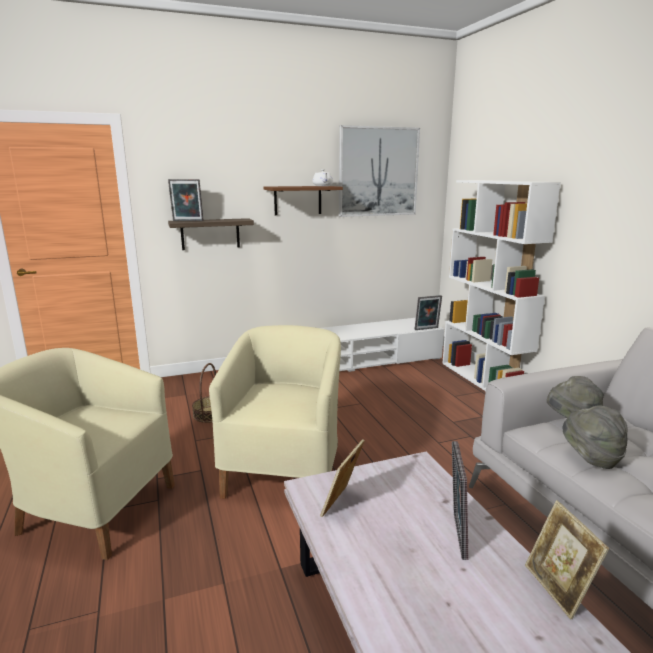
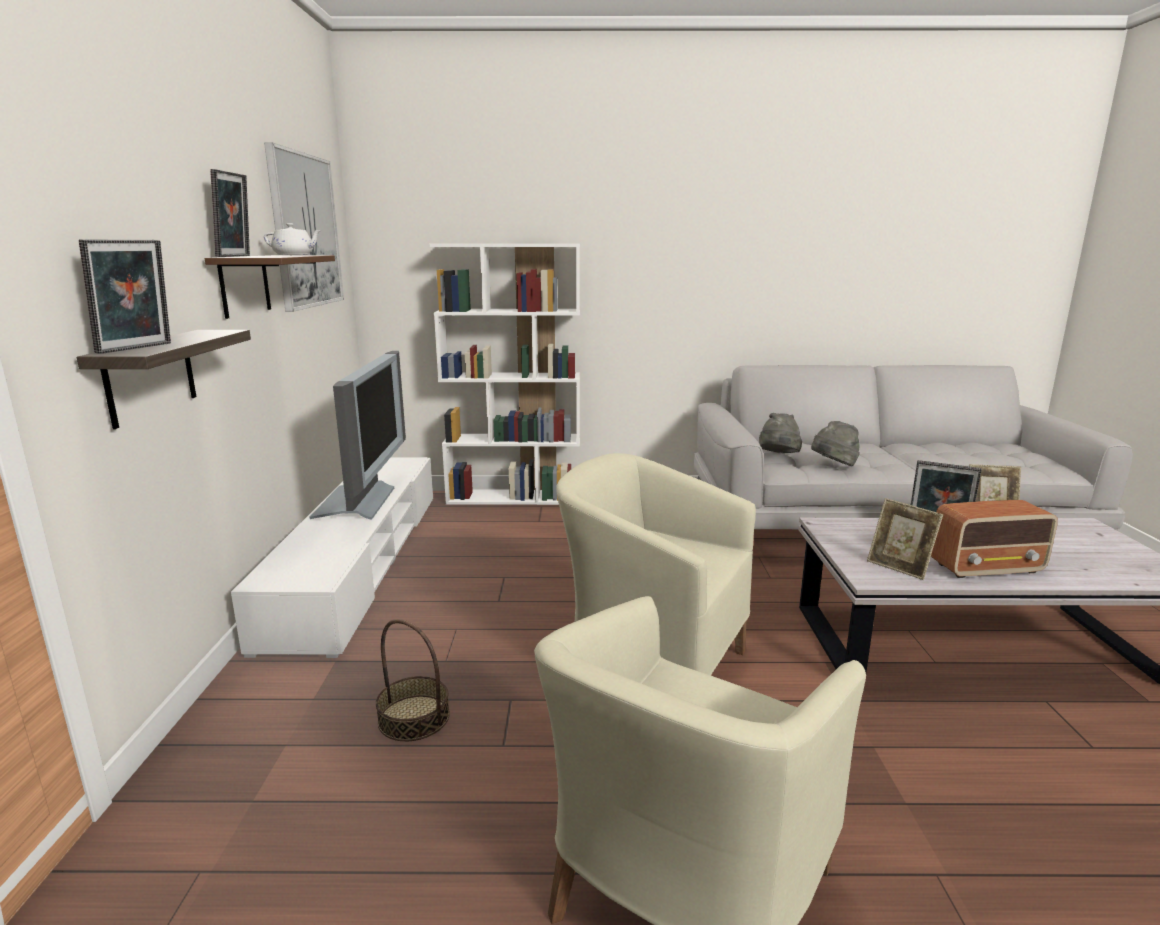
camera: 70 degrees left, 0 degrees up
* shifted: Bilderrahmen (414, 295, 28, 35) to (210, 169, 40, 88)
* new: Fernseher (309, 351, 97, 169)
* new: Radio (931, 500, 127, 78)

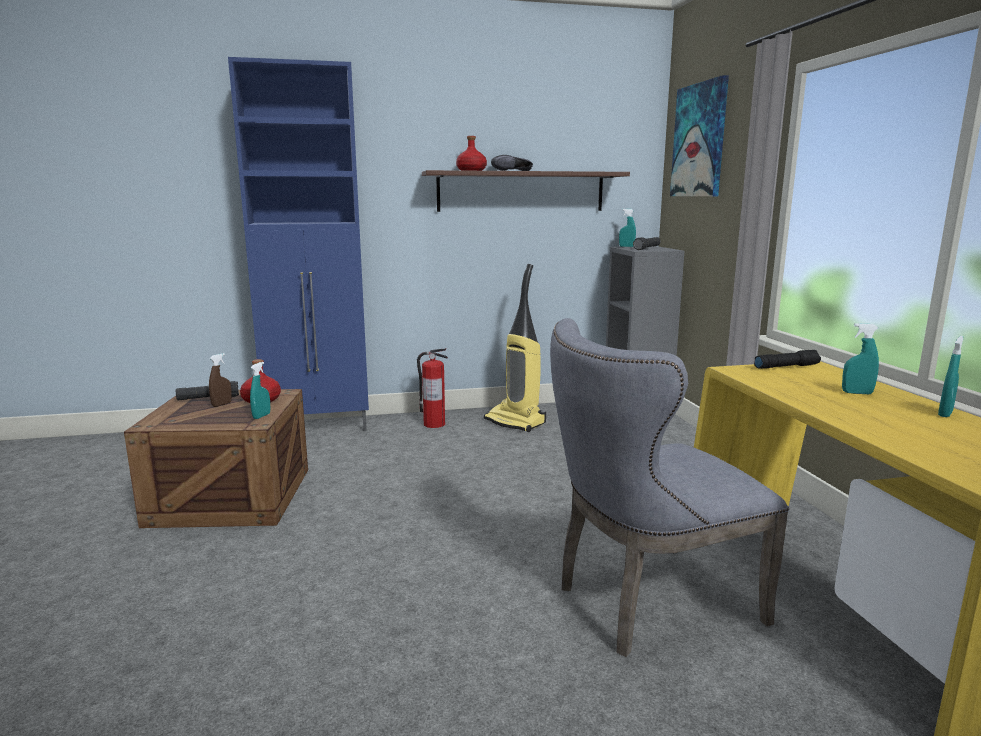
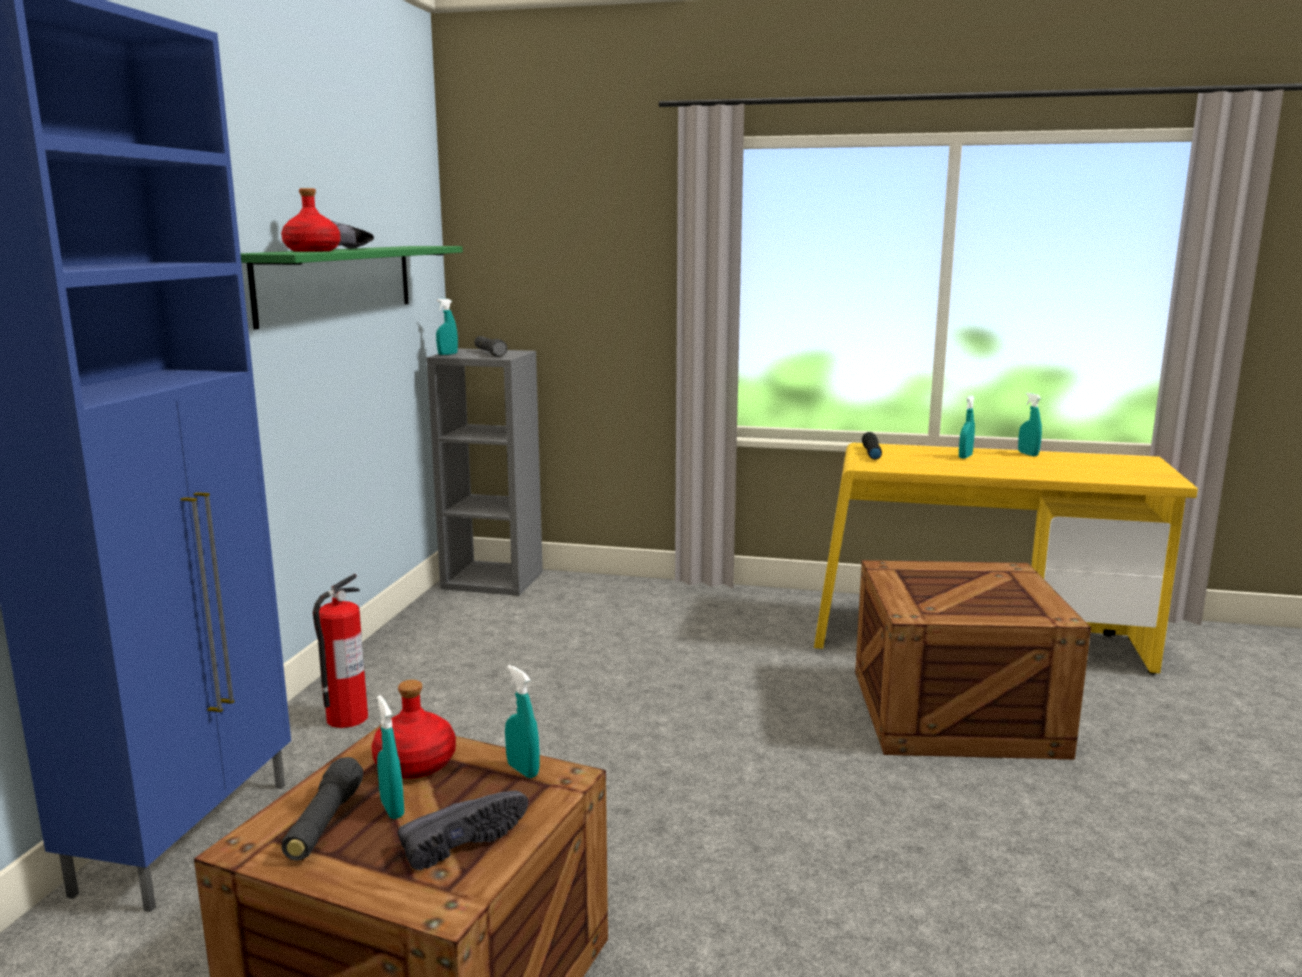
camera: 65 degrees left, 0 degrees up
* gone: Bild (670, 75, 59, 122)
* repainted: Wandregal (braun) (422, 170, 208, 42) to Wandregal (grün) (240, 246, 223, 84)
* gone: Staubsauger (484, 264, 62, 168)
* swapped: Stuhl (grau) (550, 318, 239, 339) to Kiste (855, 560, 236, 200)
* repainted: Sprühflasche (braun) (209, 353, 23, 54) to Sprühflasche (türkis) (377, 695, 27, 124)
* new: Schuh (schwarz) (398, 790, 130, 80)

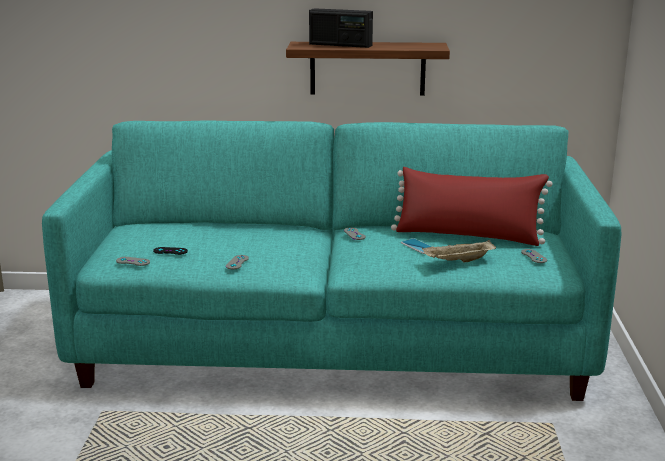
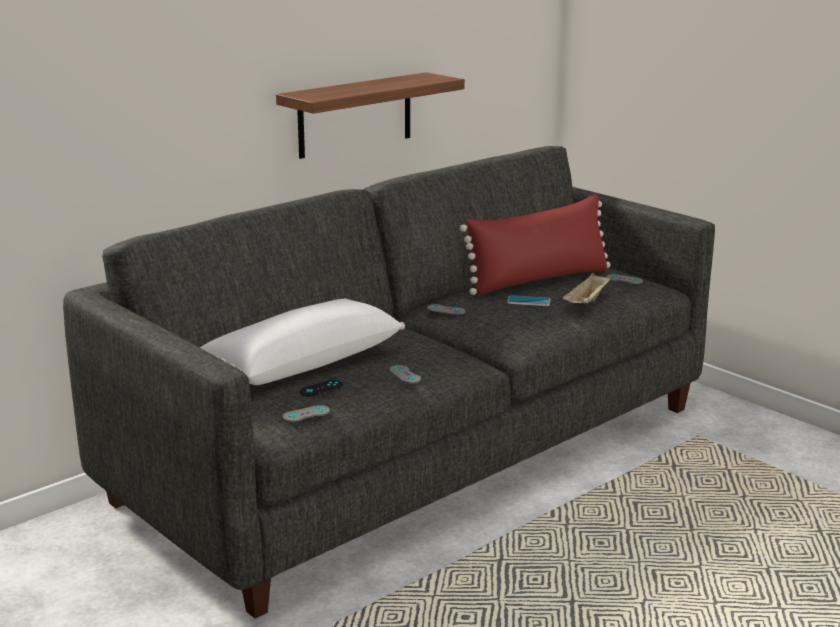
camera: 45 degrees left, 0 degrees up
* gone: Radio (309, 8, 64, 40)
* repainted: Sofa (türkis) (42, 120, 579, 281) to Sofa (grau) (63, 146, 652, 472)
* new: Kissen (weiß) (200, 299, 205, 86)

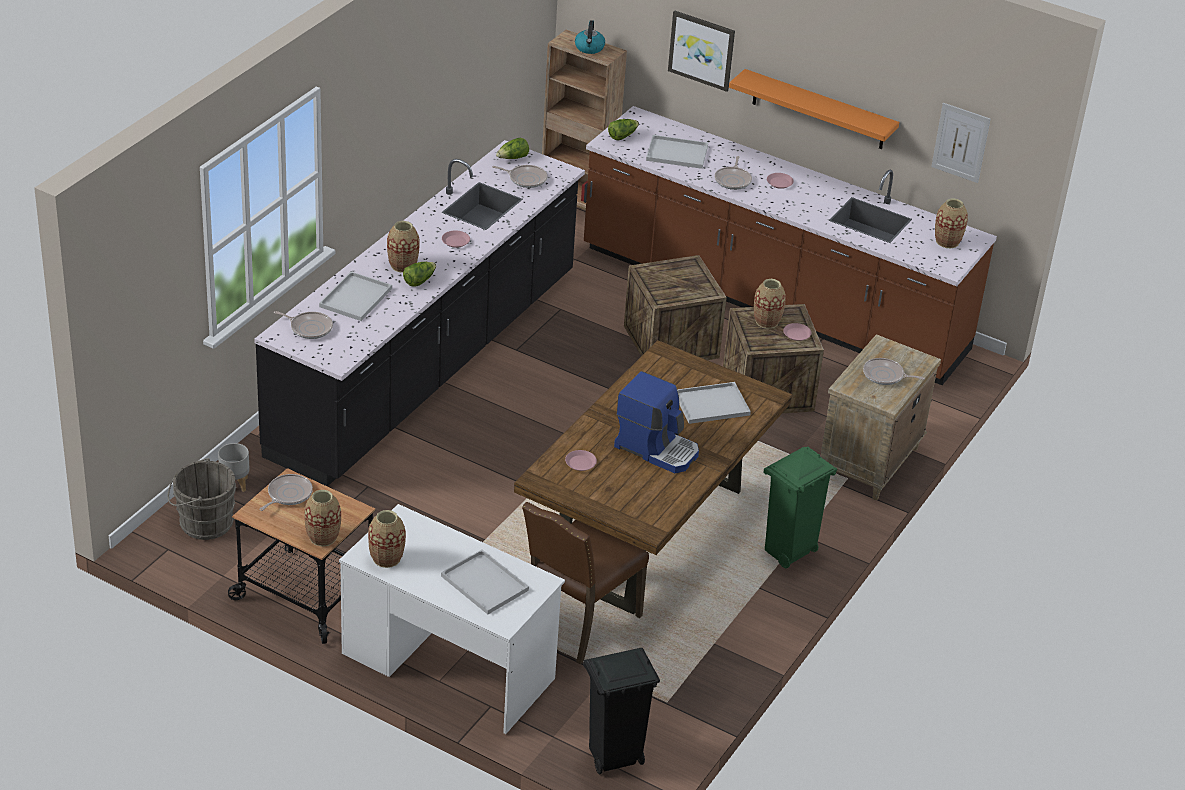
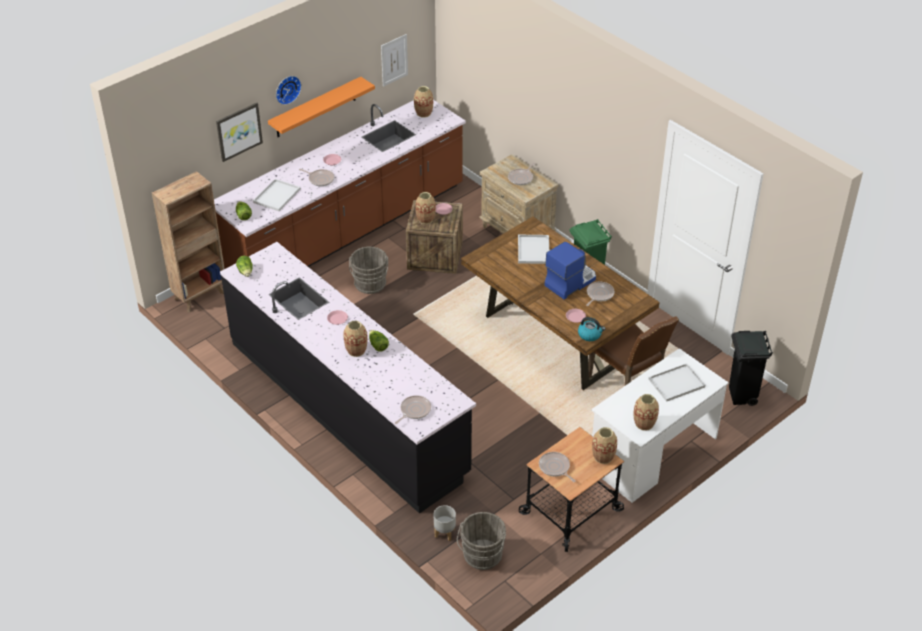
camera: 70 degrees left, 5 degrees up
* shifted: Wasserkessel (575, 20, 30, 34) to (578, 317, 27, 24)
* shifted: Pfanne (492, 165, 55, 23) to (586, 282, 28, 24)
* swapped: Kiste (624, 255, 103, 105) to Eimer (grau) (349, 246, 39, 48)
* gone: Tablett (weiß) (319, 272, 73, 49)
* new: Wanduhr (276, 76, 25, 29)

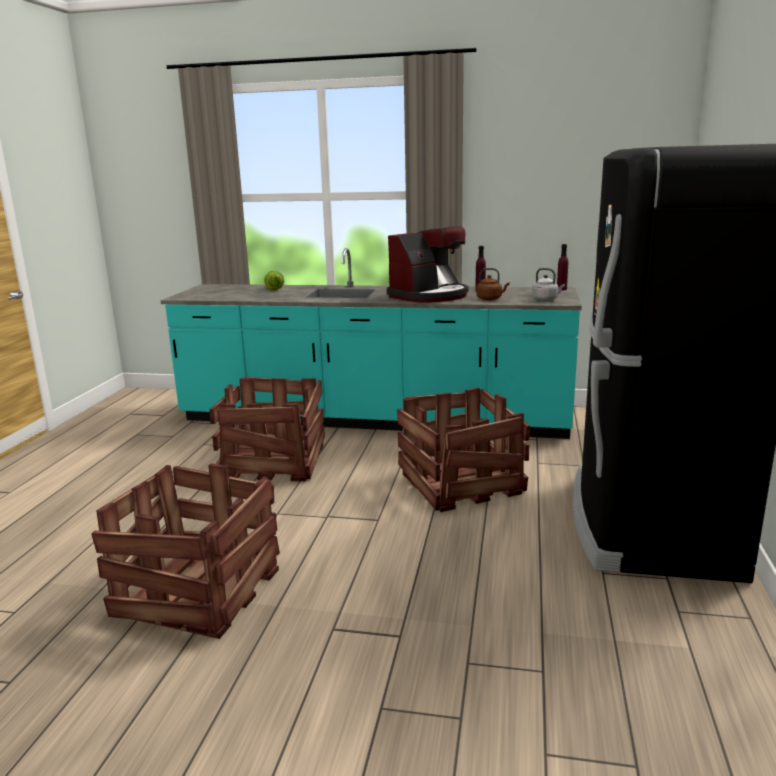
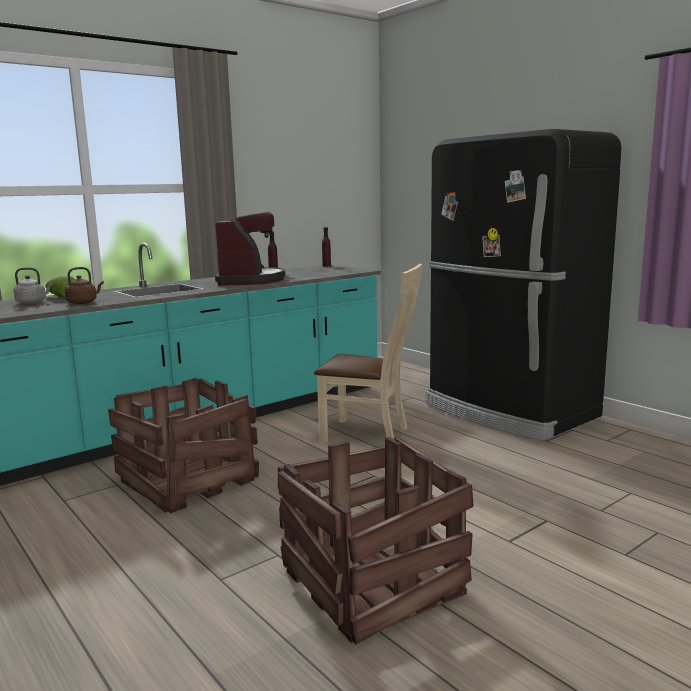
camera: 50 degrees left, 5 degrees down
* shifted: Wasserkessel (braun) (476, 268, 34, 32) to (65, 267, 39, 37)
* shifted: Wasserkessel (grau) (532, 268, 33, 33) to (14, 267, 39, 37)
* swapped: Kiste (397, 388, 134, 124) to Stuhl (beige) (314, 264, 108, 179)

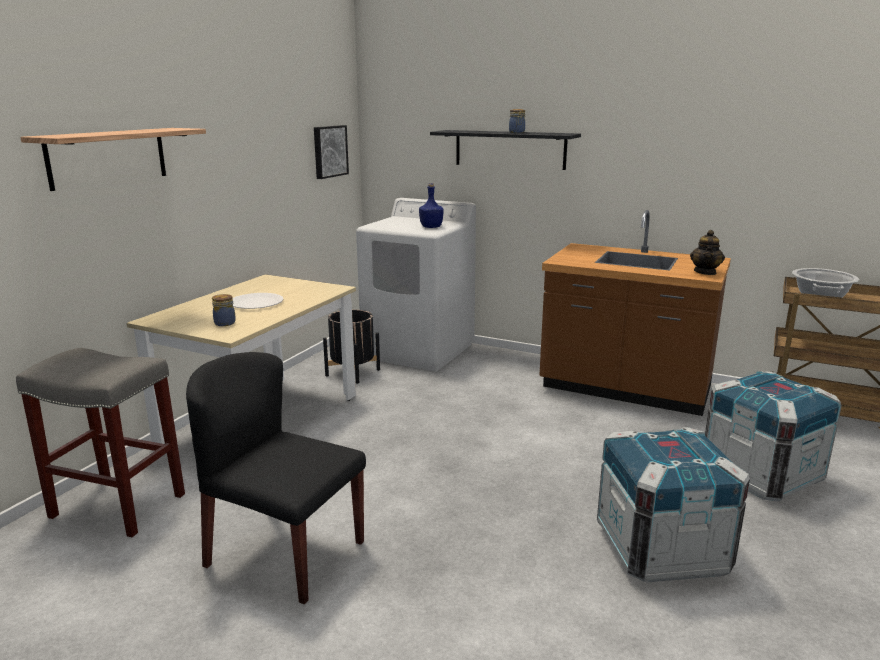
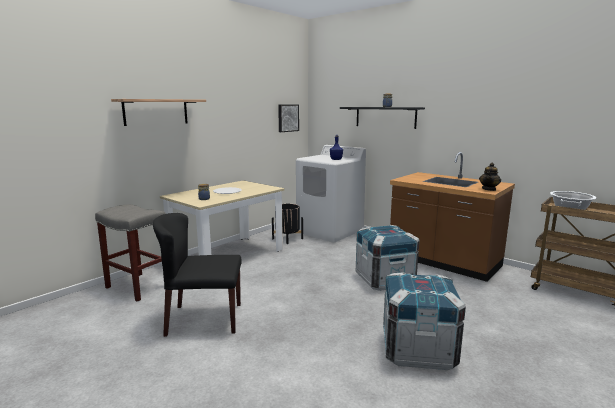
camera: 15 degrees right, 5 degrees down
* rotated: Stuhl (schwarz) (186, 352, 180, 252) = (153, 213, 89, 124) 45 degrees counterclockwise
* shifted: Kiste (705, 371, 137, 130) to (356, 225, 63, 66)

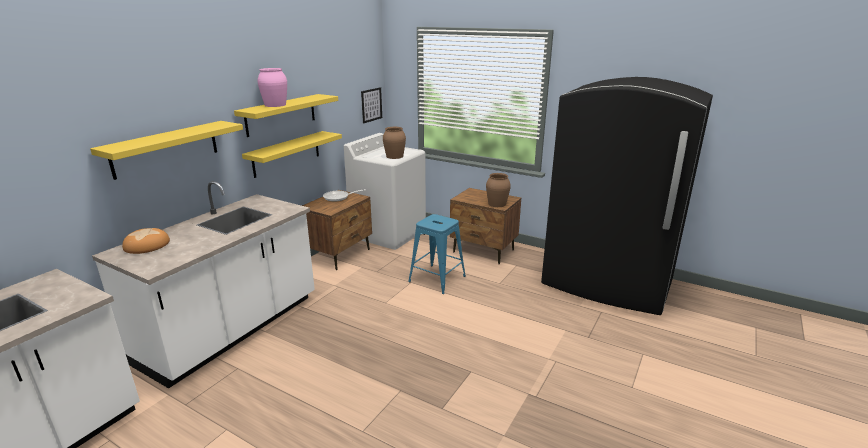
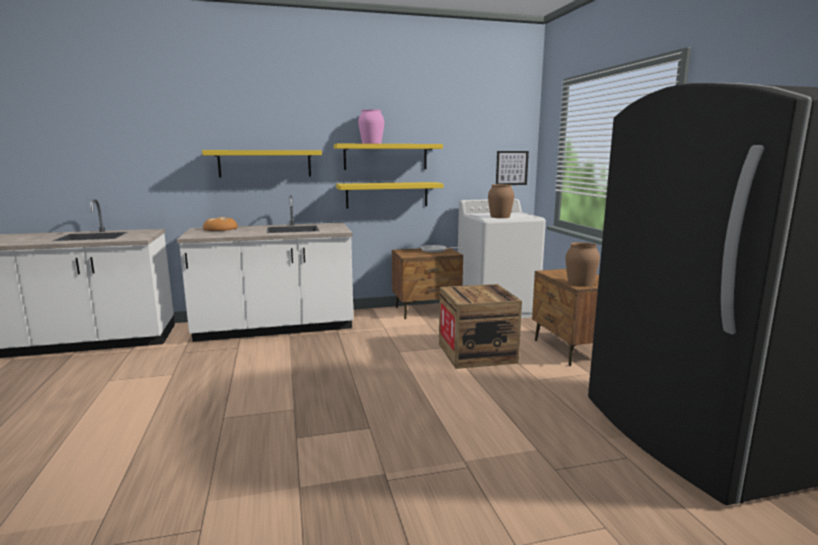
camera: 45 degrees right, 10 degrees down
* swapped: Hocker (blau) (408, 214, 58, 80) to Kiste (439, 284, 83, 85)

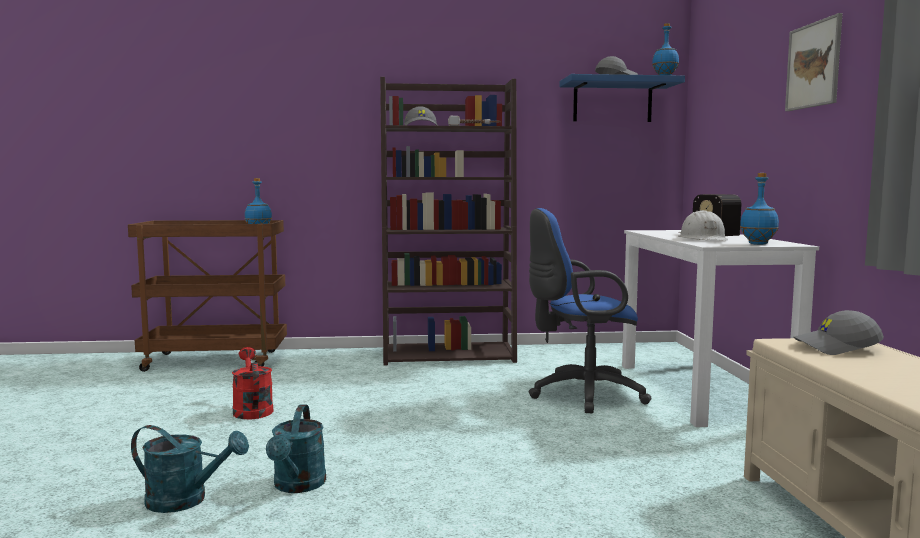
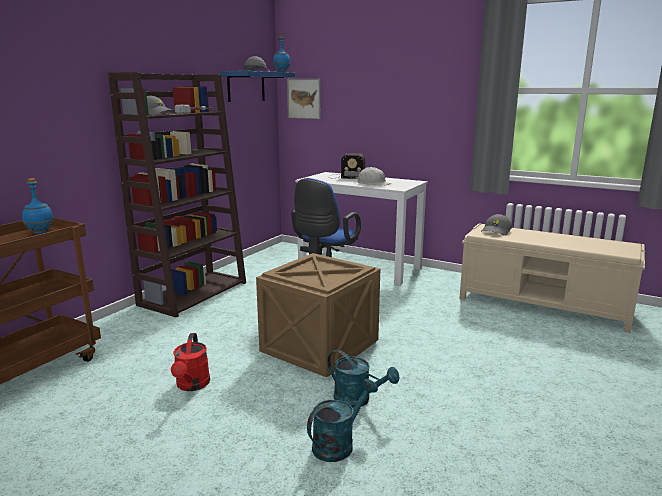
camera: 55 degrees left, 10 degrees up
* shifted: Bild (785, 13, 58, 98) to (287, 79, 34, 40)
* gone: Flasche (blau) (740, 173, 39, 72)
* rotated: Gießkanne (rot) (232, 347, 41, 72) = (171, 333, 39, 58) 105 degrees counterclockwise
* new: Kiste (256, 253, 124, 124)

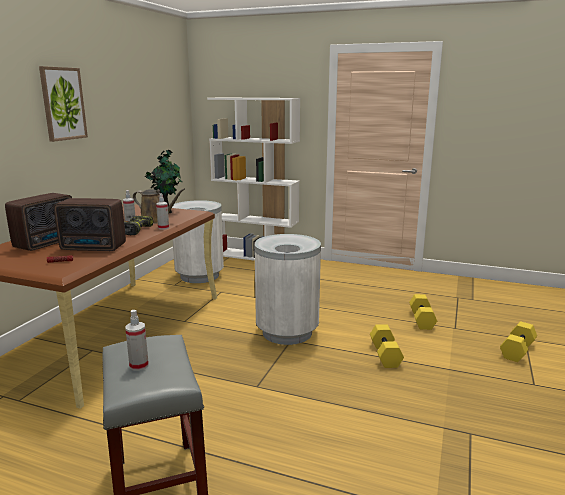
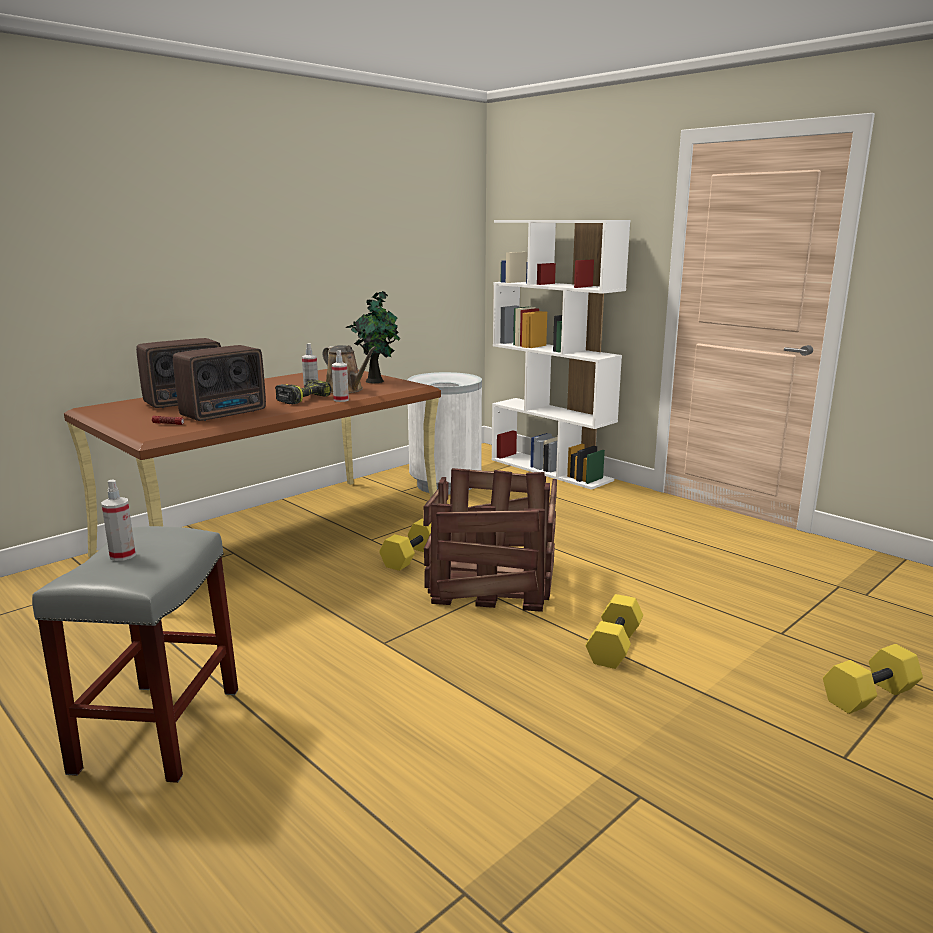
camera: 25 degrees right, 0 degrees up
* gone: Bild (39, 66, 49, 76)
* rotated: Radio (54, 198, 72, 53) = (173, 345, 93, 76) 75 degrees counterclockwise
* swapped: Mülleimer (weiß) (254, 234, 67, 111) to Kiste (423, 468, 134, 144)
* shifted: Hantel (gelb) (409, 294, 28, 36) to (379, 519, 52, 52)

